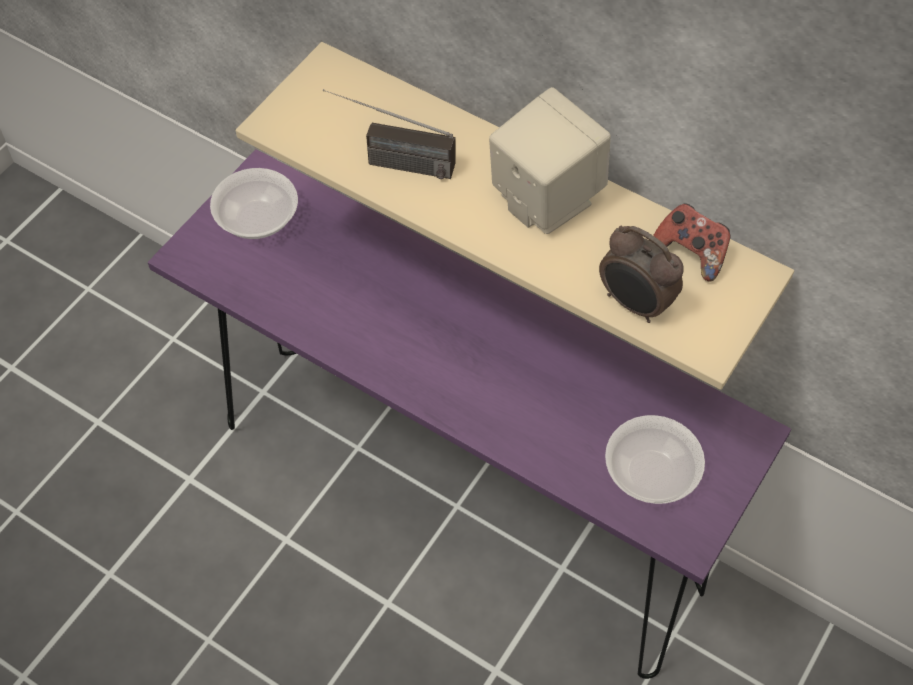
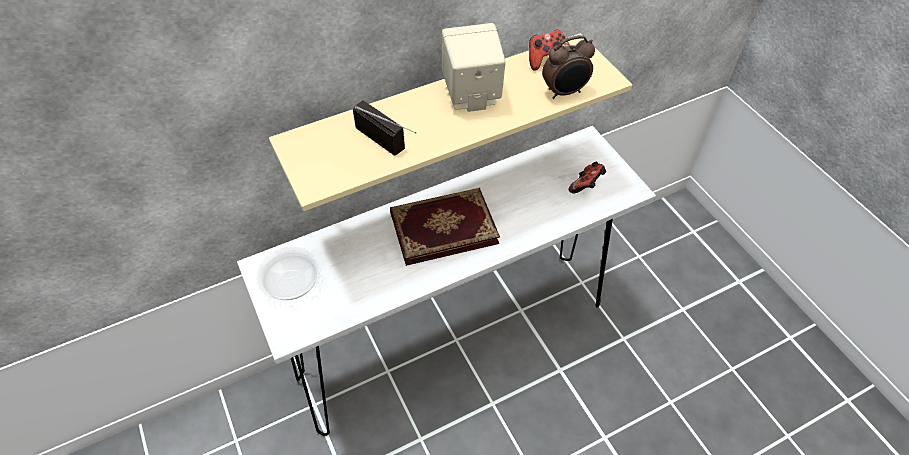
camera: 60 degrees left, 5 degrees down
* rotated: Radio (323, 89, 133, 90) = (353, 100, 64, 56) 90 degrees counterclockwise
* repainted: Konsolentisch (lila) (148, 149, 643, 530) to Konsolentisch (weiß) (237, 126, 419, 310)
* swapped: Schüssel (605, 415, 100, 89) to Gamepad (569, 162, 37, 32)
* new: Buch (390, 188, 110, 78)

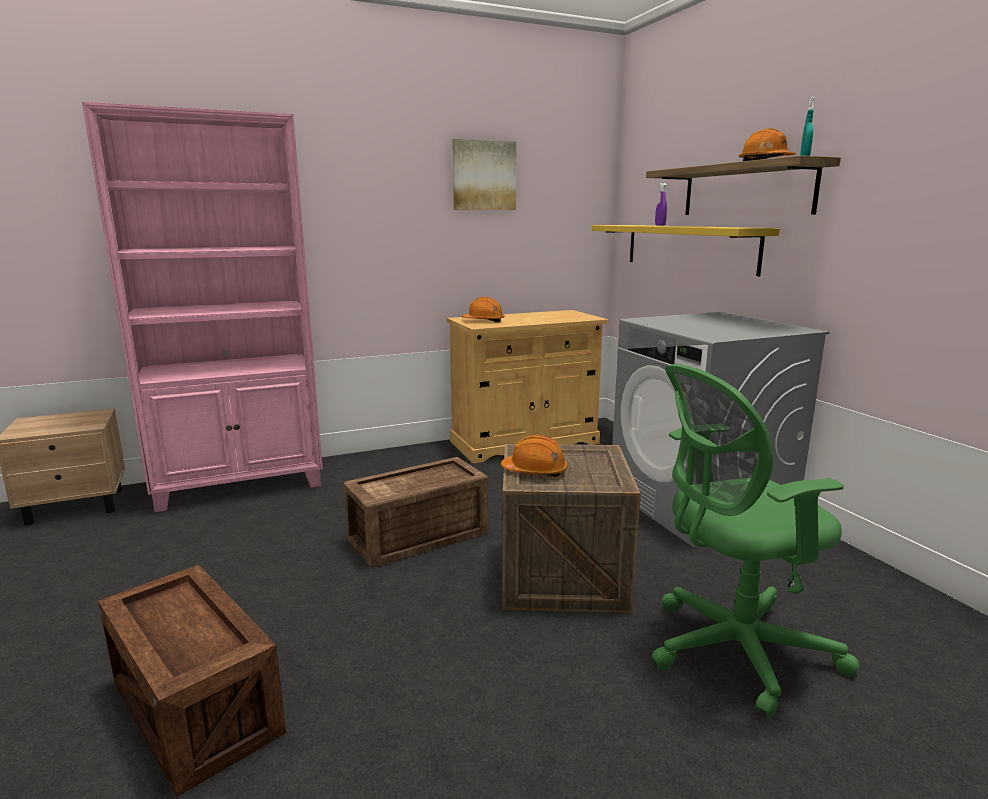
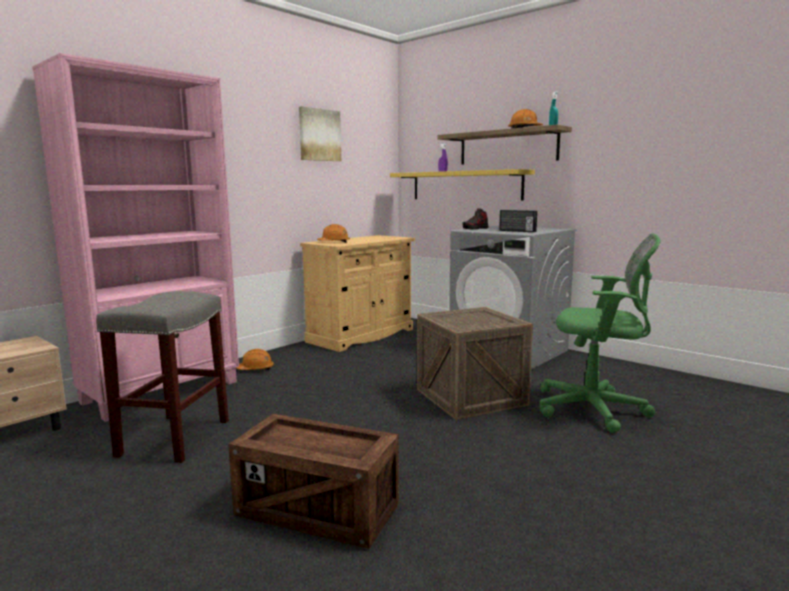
camera: 25 degrees left, 5 degrees down
* rotated: Bürostuhl (grün) (652, 364, 208, 354) = (540, 233, 121, 200) 120 degrees counterclockwise
* shifted: Schutzhelm (orange) (501, 435, 67, 42) to (236, 349, 38, 21)
* gone: Kiste (344, 457, 144, 111)
* new: Schuh (462, 208, 26, 22)
* new: Radio (499, 210, 38, 22)
* new: Hocker (grau) (96, 291, 133, 172)

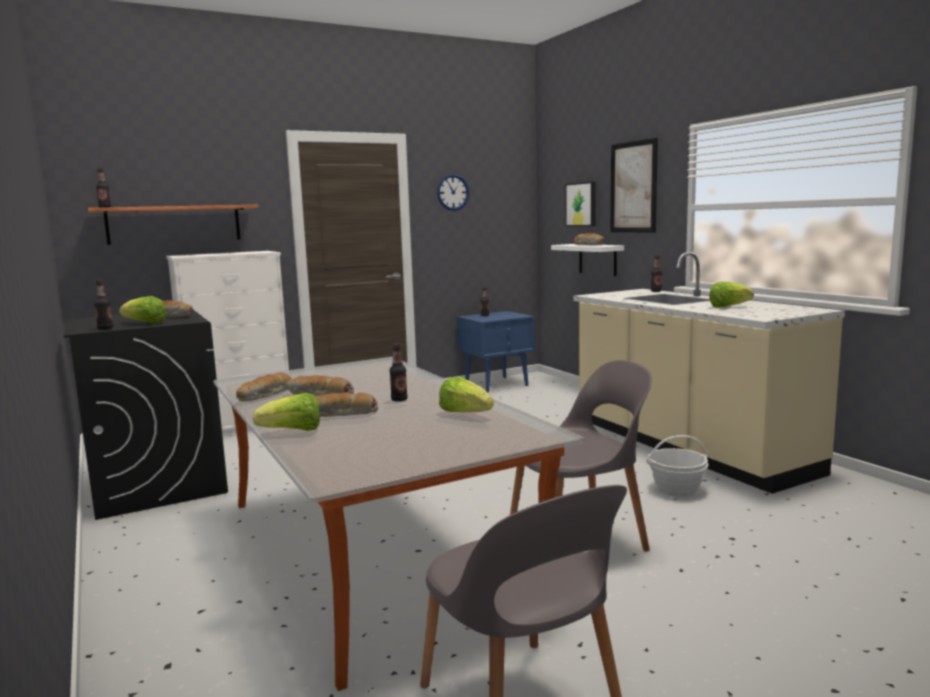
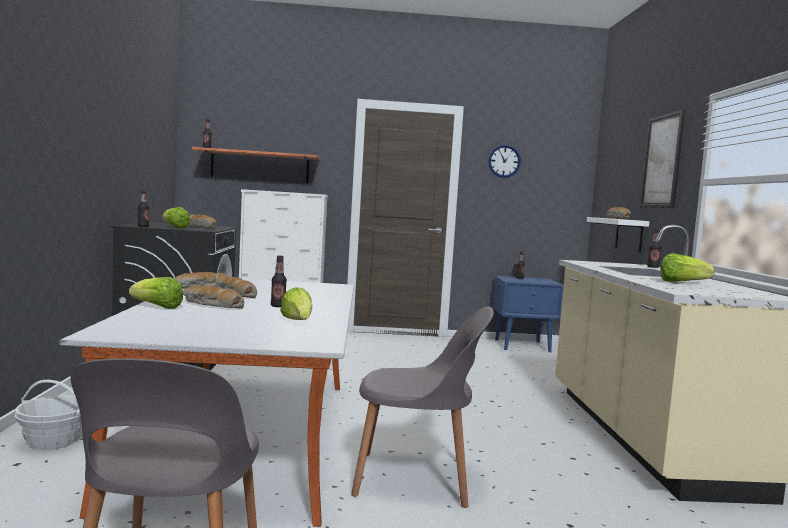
camera: 25 degrees right, 5 degrees down
* gone: Bild (565, 182, 31, 44)
* shifted: Korb (646, 435, 63, 62) to (15, 380, 67, 70)

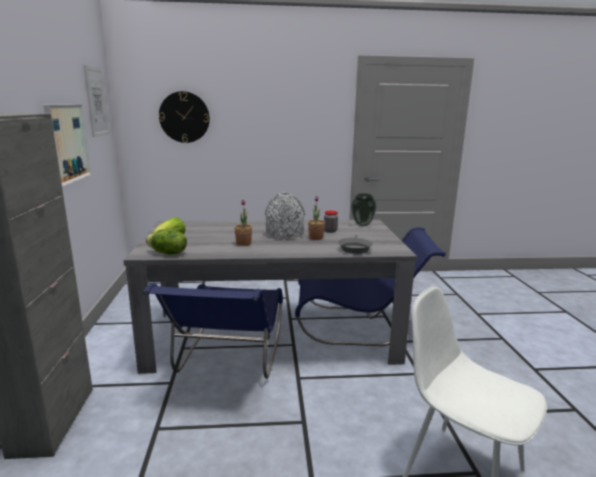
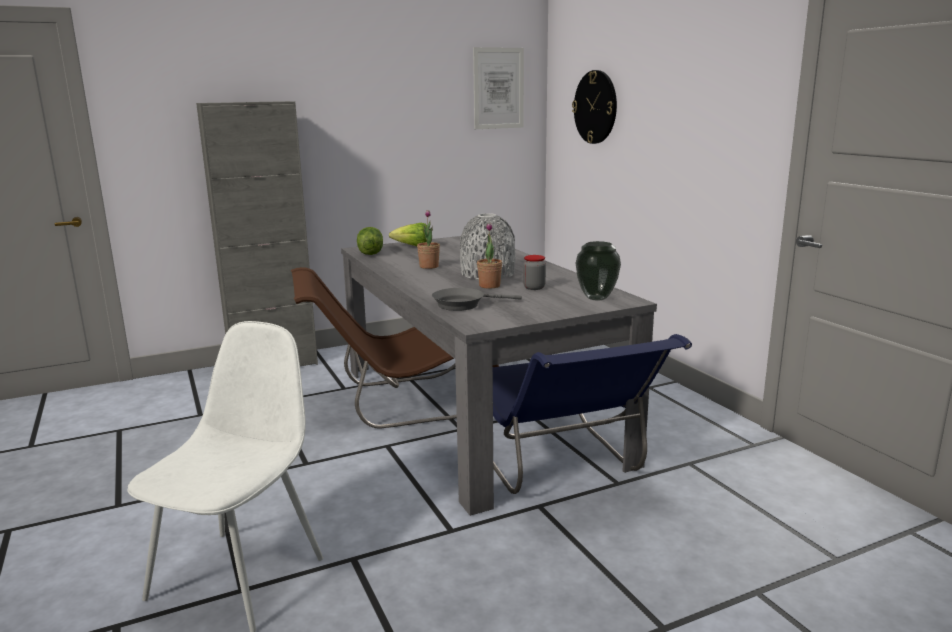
camera: 70 degrees right, 0 degrees up
* gone: Bild (44, 105, 47, 82)
* repainted: Stuhl (blau) (143, 283, 140, 96) to Stuhl (braun) (291, 267, 208, 162)

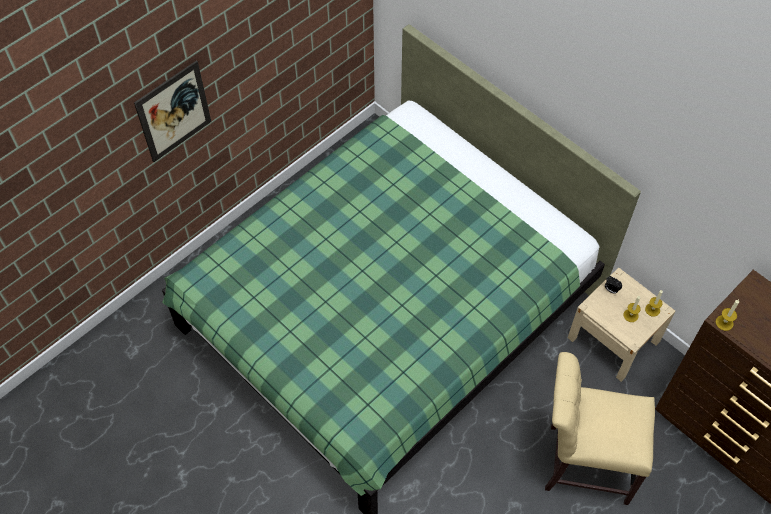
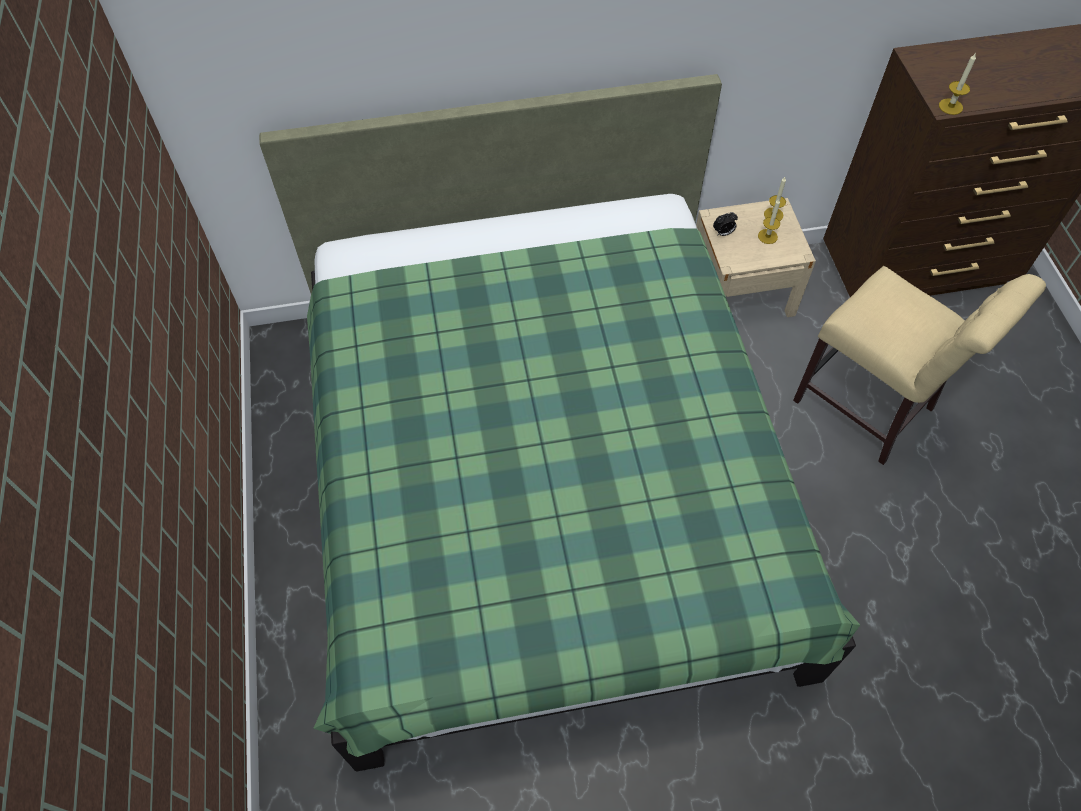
camera: 55 degrees left, 0 degrees up
* gone: Bild (134, 60, 77, 102)
* rotated: Stuhl (beige) (545, 352, 110, 153) = (793, 266, 253, 199) 90 degrees counterclockwise

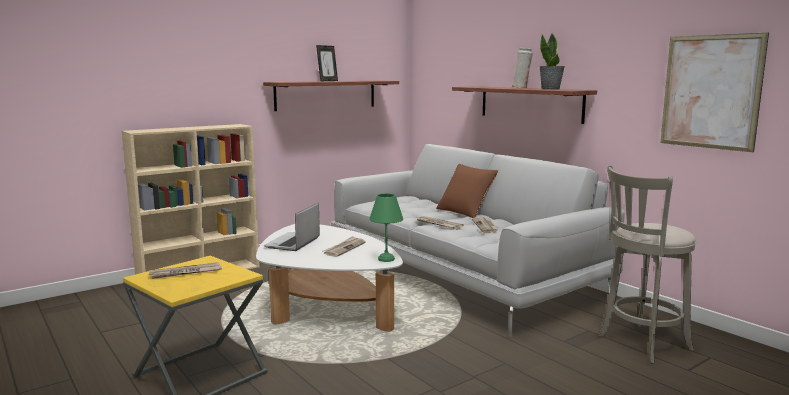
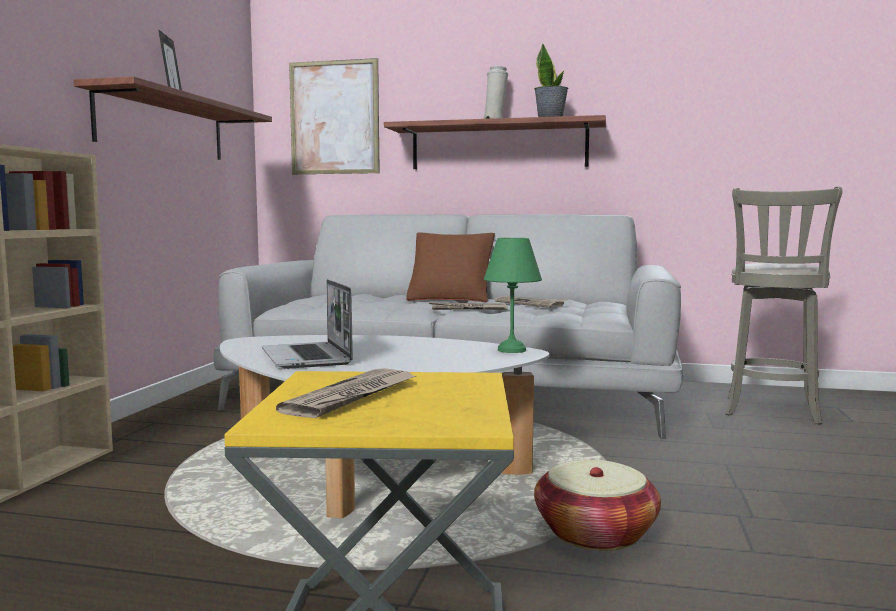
camera: 40 degrees left, 5 degrees down
* shifted: Bild (661, 33, 108, 119) to (289, 58, 91, 116)
* gone: Zeitung (324, 236, 42, 21)
* new: Korb (534, 460, 127, 91)

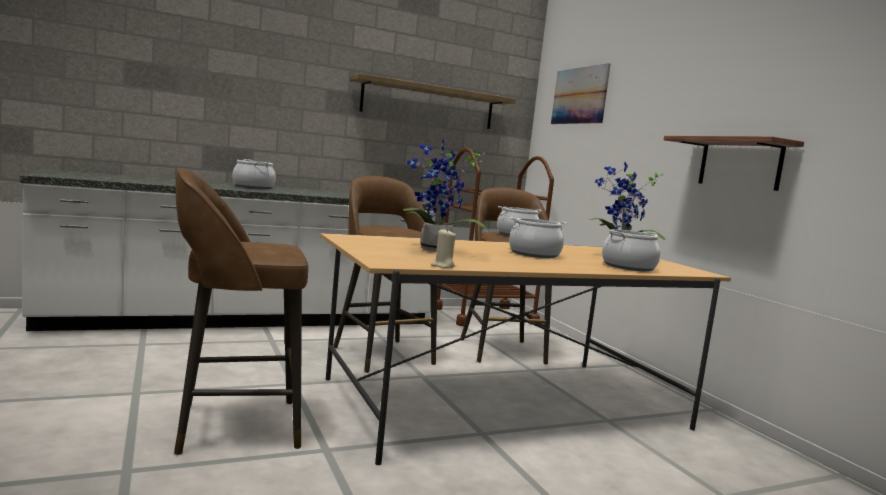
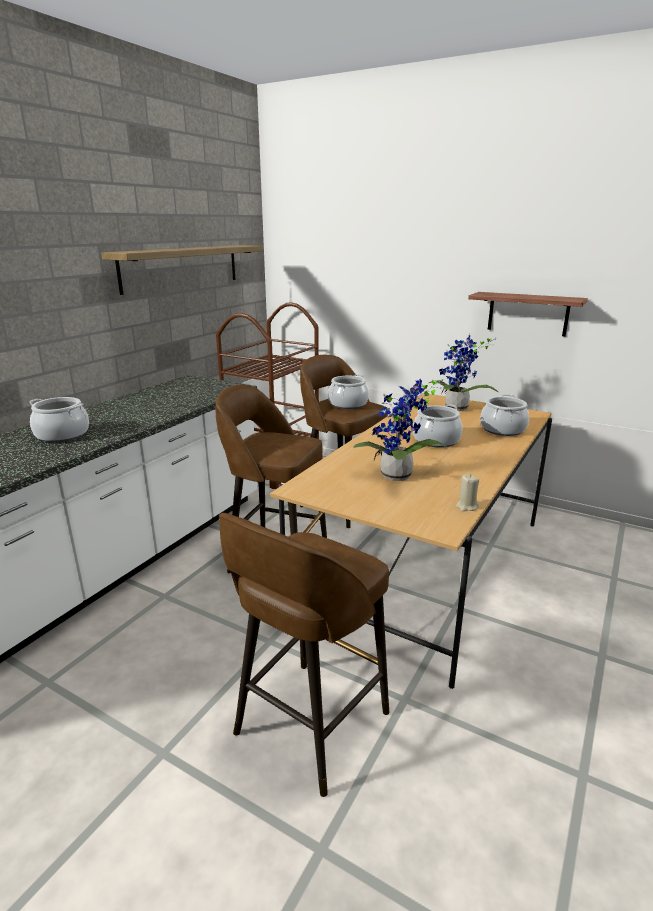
camera: 35 degrees left, 15 degrees up
* gone: Bild (551, 63, 60, 61)

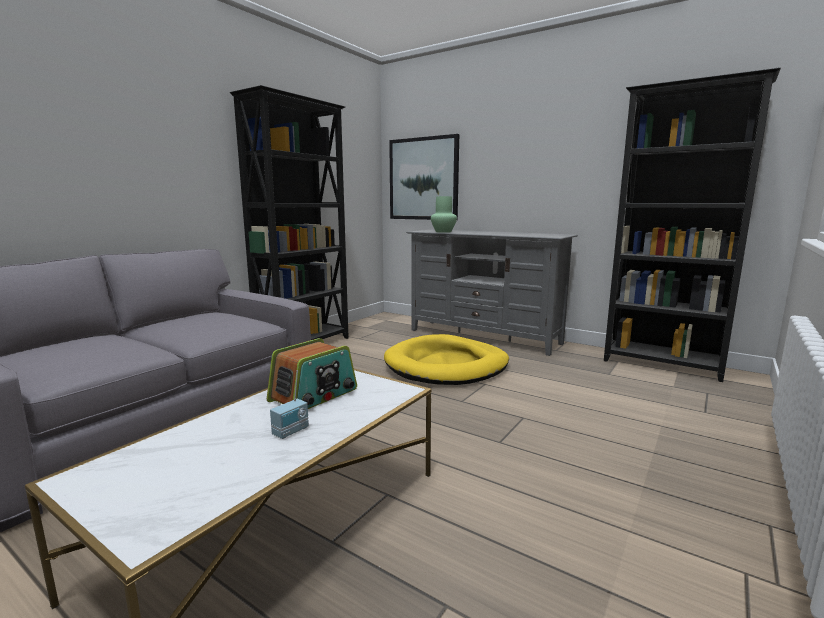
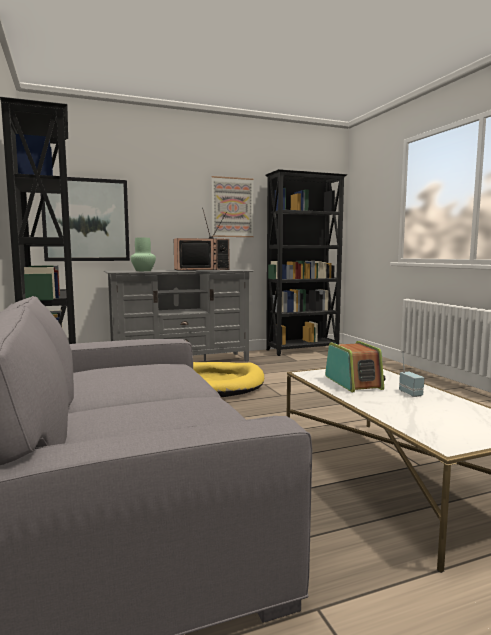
camera: 55 degrees left, 5 degrees down
* new: Bild (212, 176, 42, 61)
* new: Fernseher (174, 210, 55, 61)

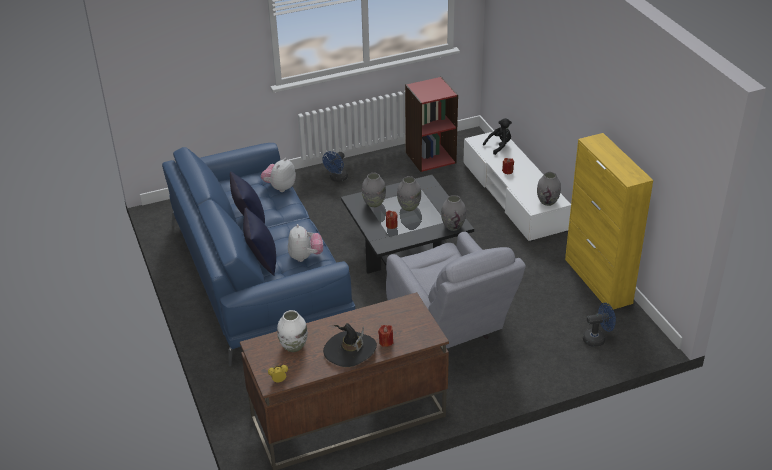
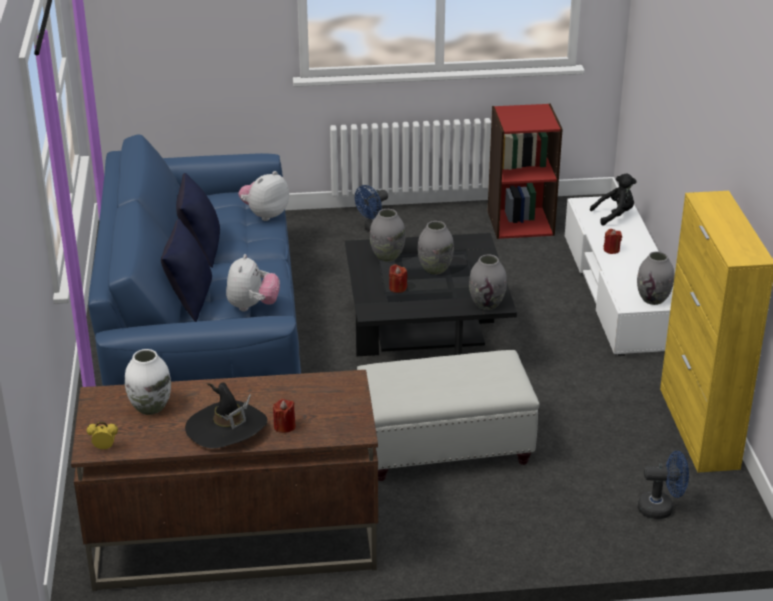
camera: 15 degrees right, 5 degrees down
* swapped: Sessel (grau) (386, 232, 140, 116) to Polsterhocker (weiß) (357, 350, 183, 131)

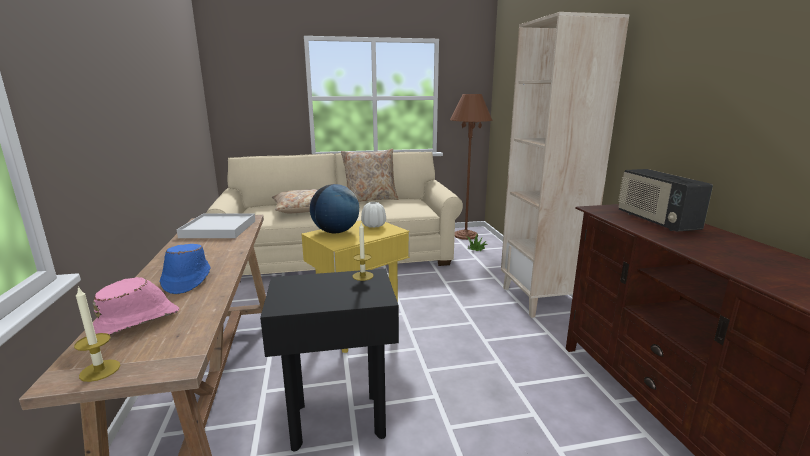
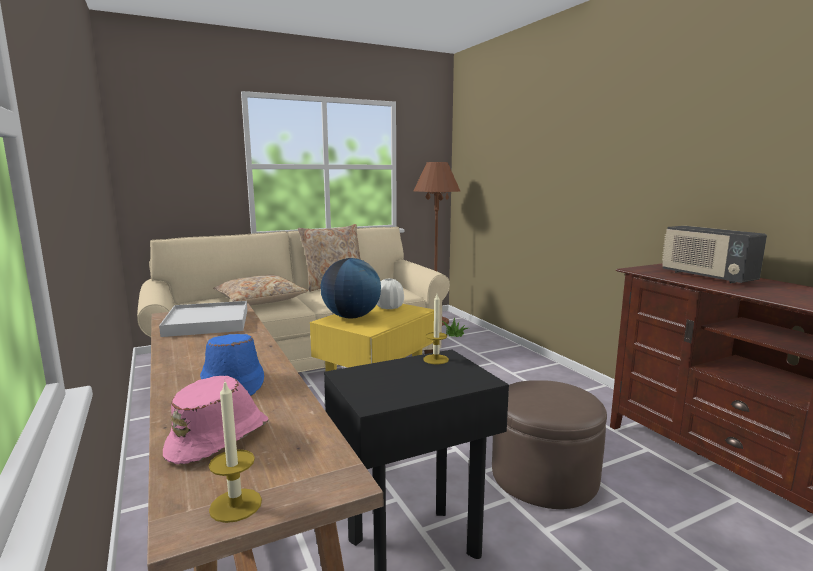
camera: 15 degrees left, 5 degrees down
* gone: Bücherregal (beige) (501, 12, 129, 306)
* new: Polsterhocker (braun) (492, 380, 115, 129)

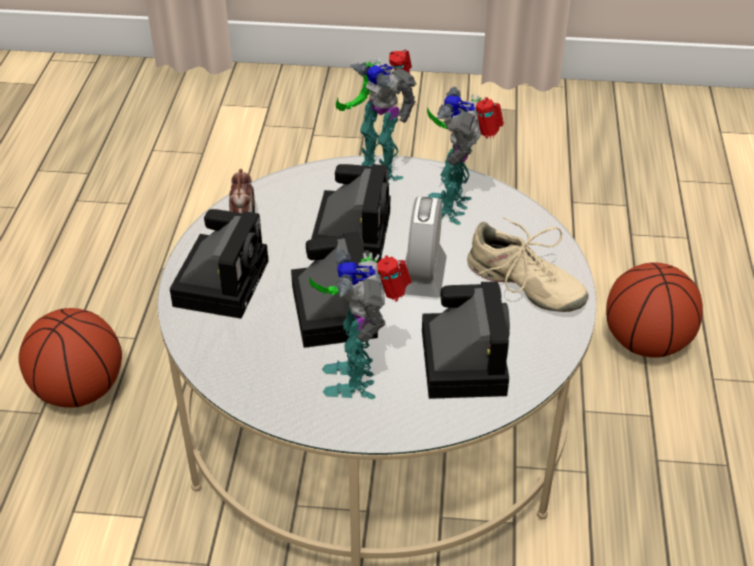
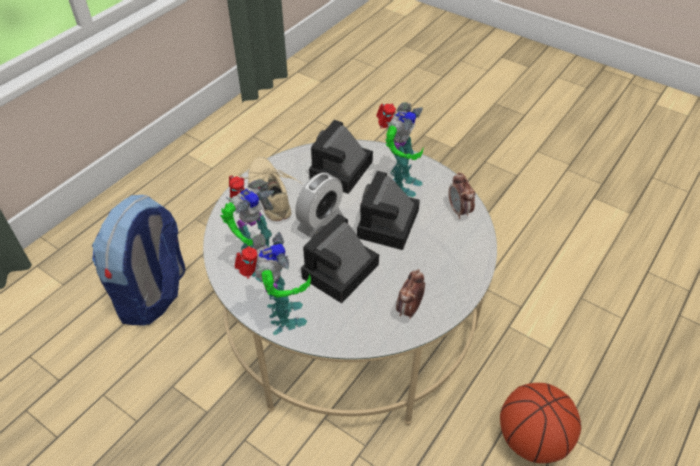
camera: 150 degrees left, 5 degrees up
* gone: Kamera (170, 209, 98, 109)
* swapped: Basketball (606, 263, 97, 95) to Rucksack (92, 195, 93, 130)
* new: Wecker (449, 172, 26, 47)

